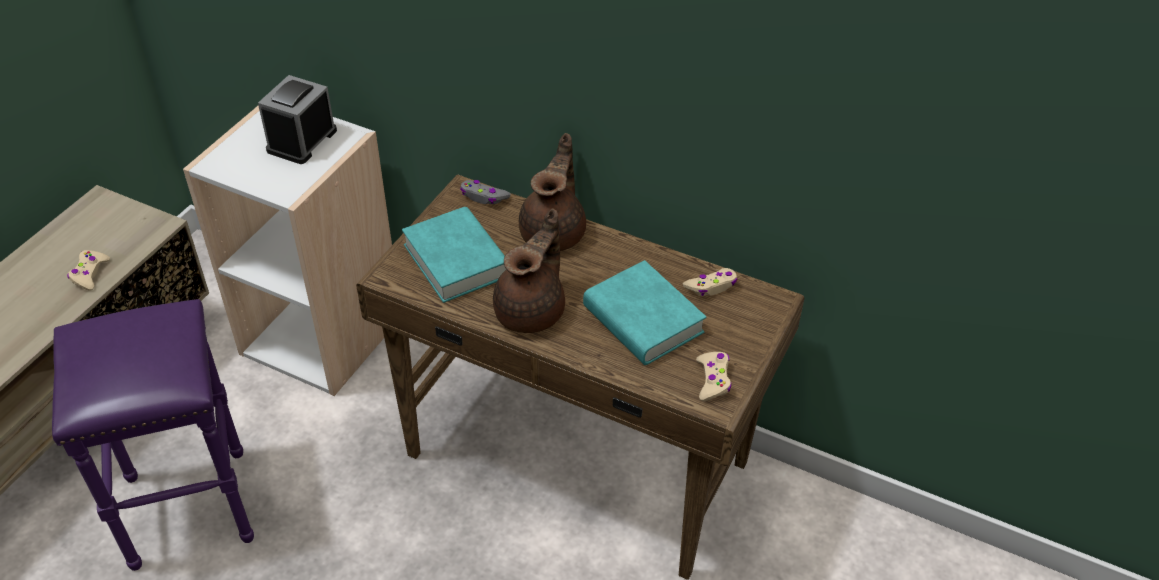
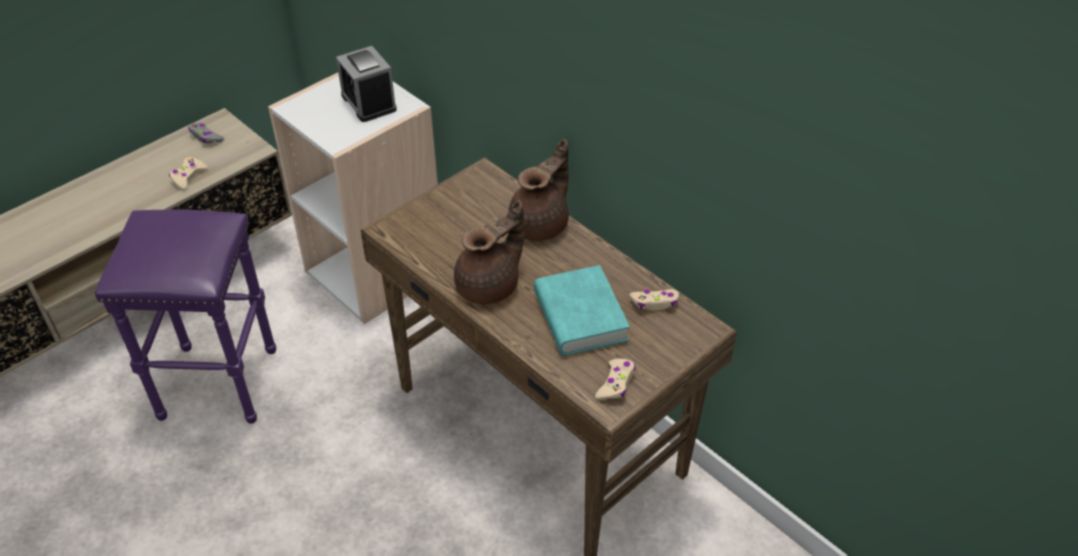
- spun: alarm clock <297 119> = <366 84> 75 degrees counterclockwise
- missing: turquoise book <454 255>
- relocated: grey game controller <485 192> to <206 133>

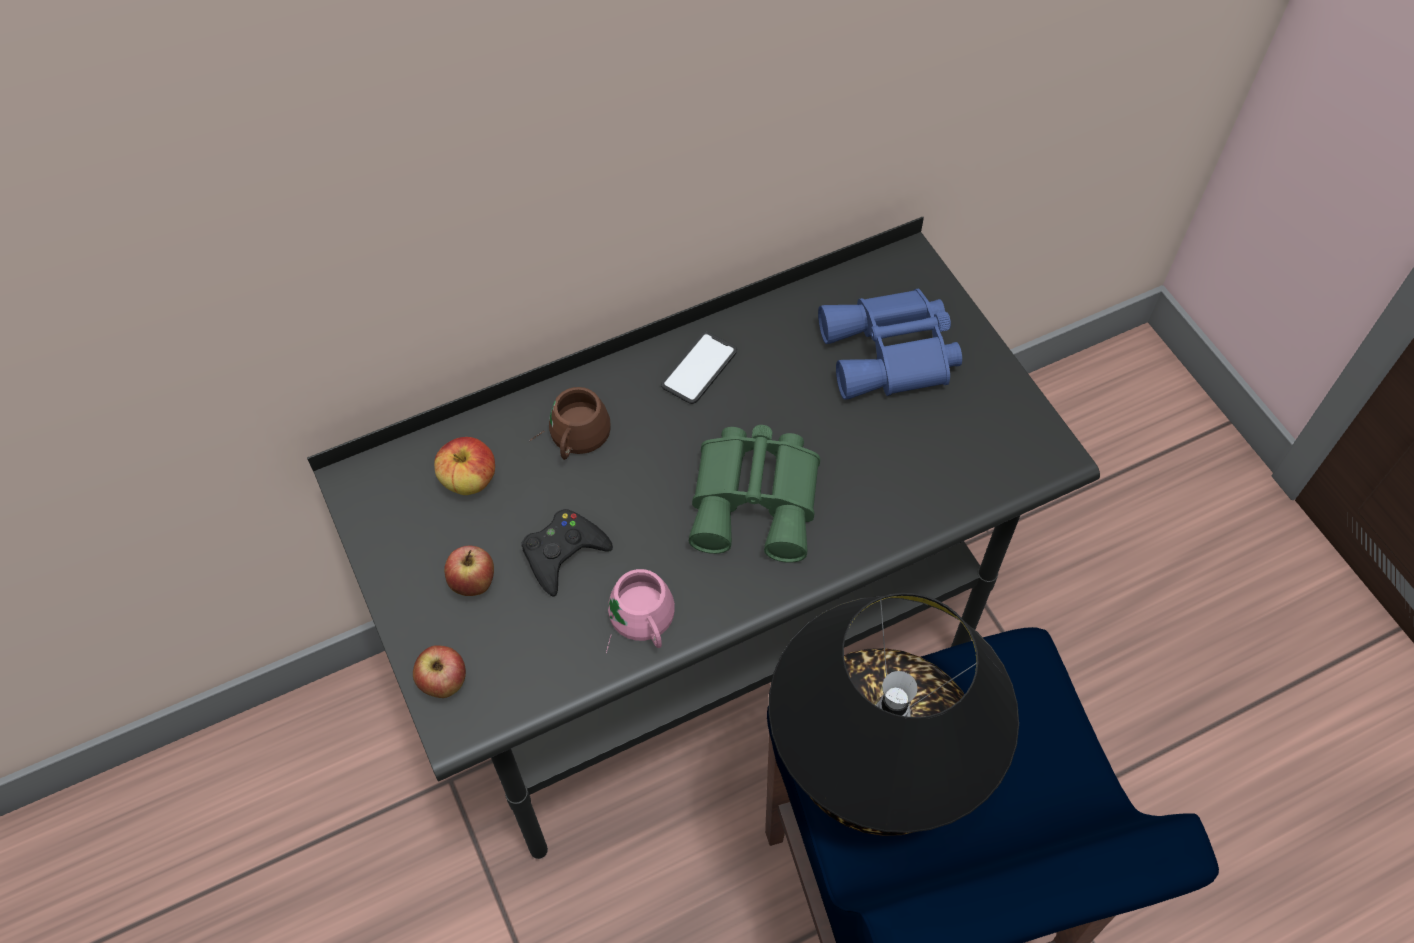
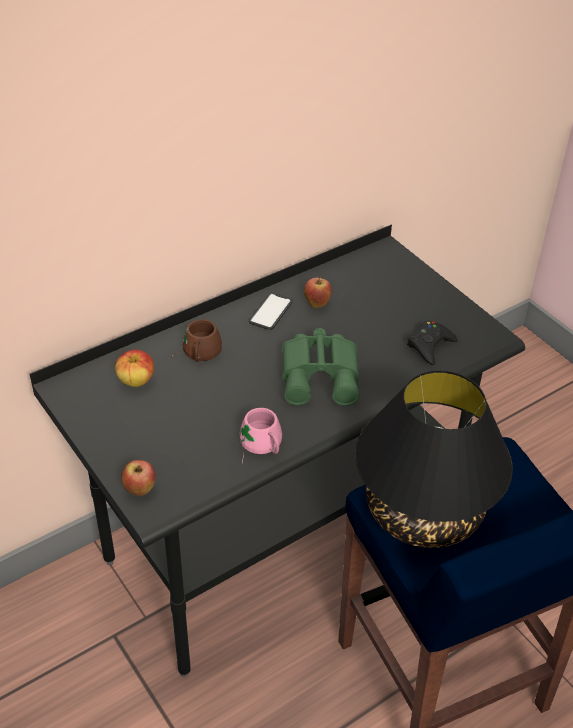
- relocated: apple <469 571> to <318 291>
- relocated: black game controller <567 553> to <432 342>
- missing: blue binoculars <890 344>

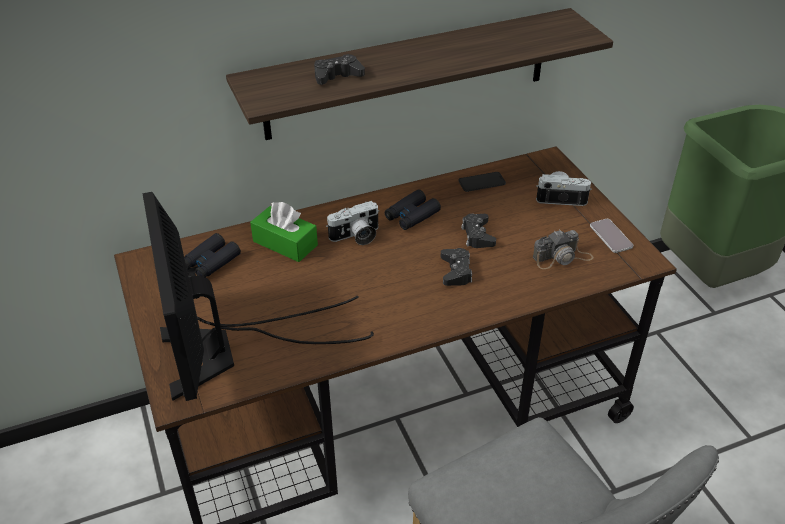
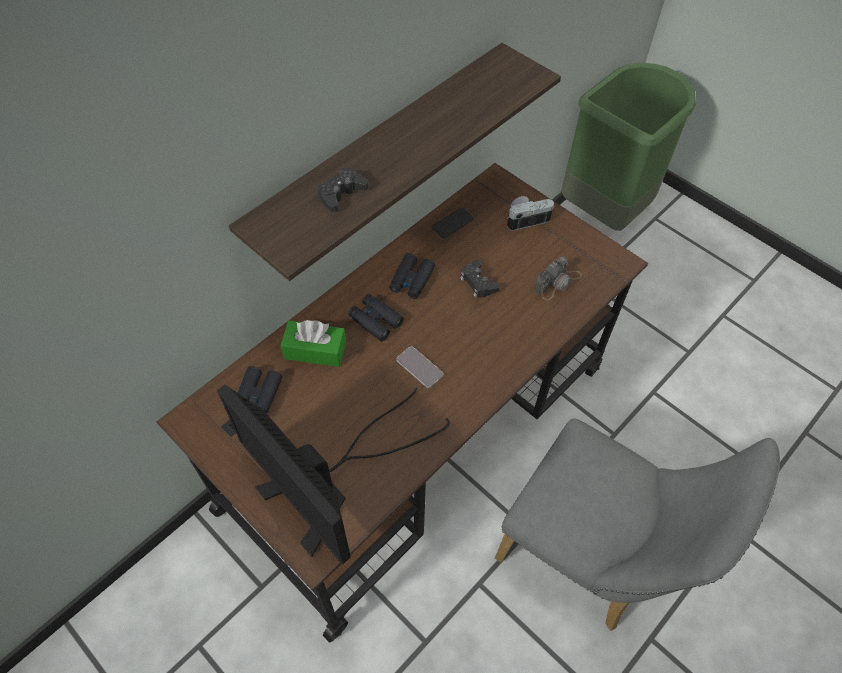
- exchanged: photo camera <352 223> to black binoculars <376 317>
- missing: black game controller <456 267>
- relocated: phone <611 236> to <419 367>

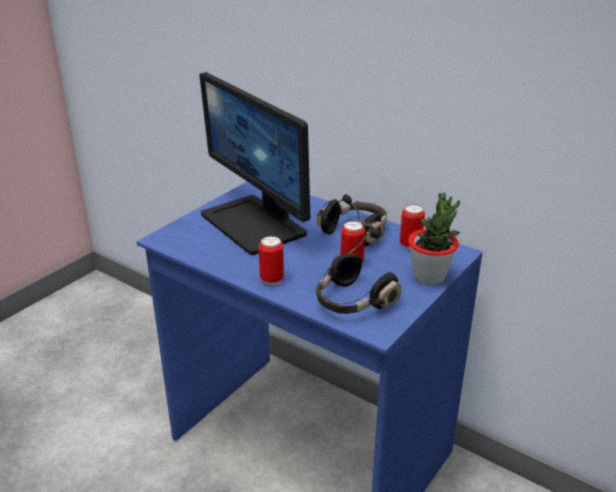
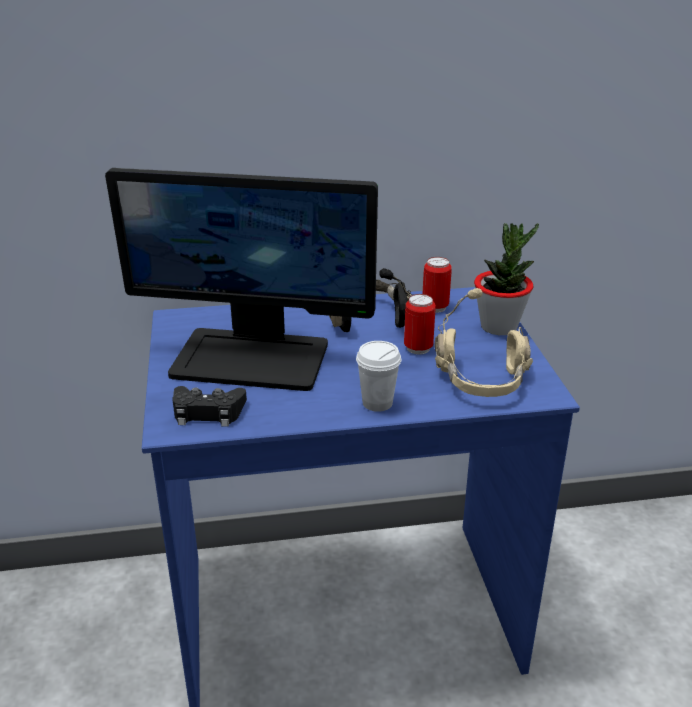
- exchanged: can <271 260> to white cup <378 376>
- colour: black headphones <358 272> to beige headphones <483 342>
- appeared: black game controller <209 406>

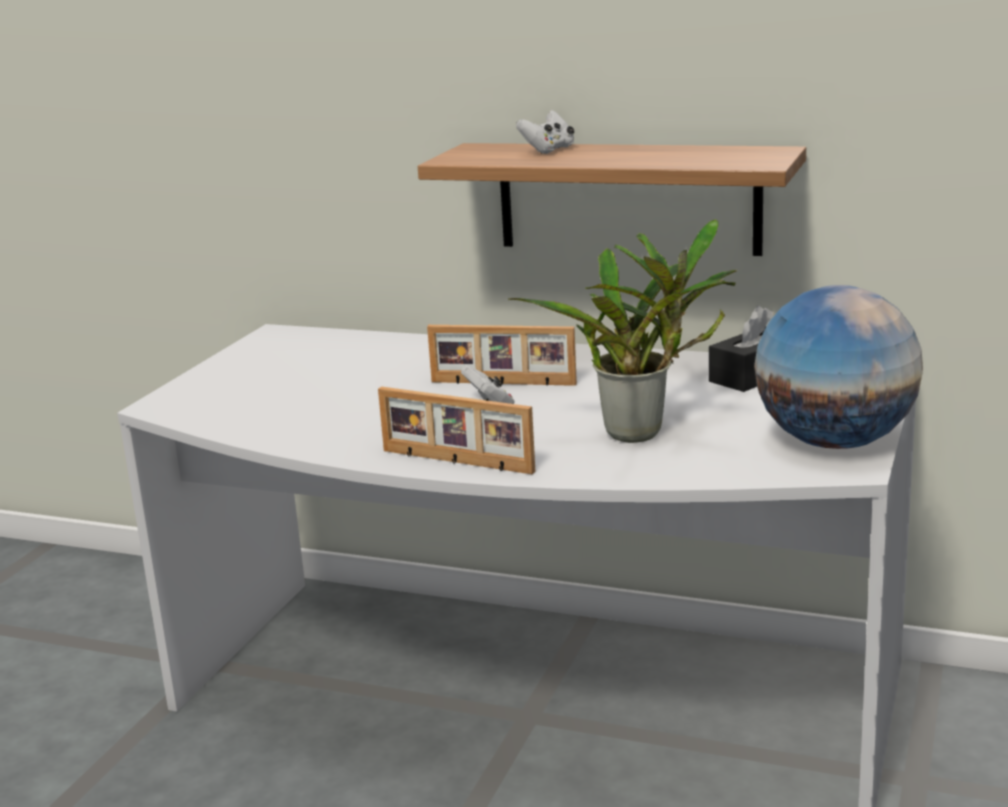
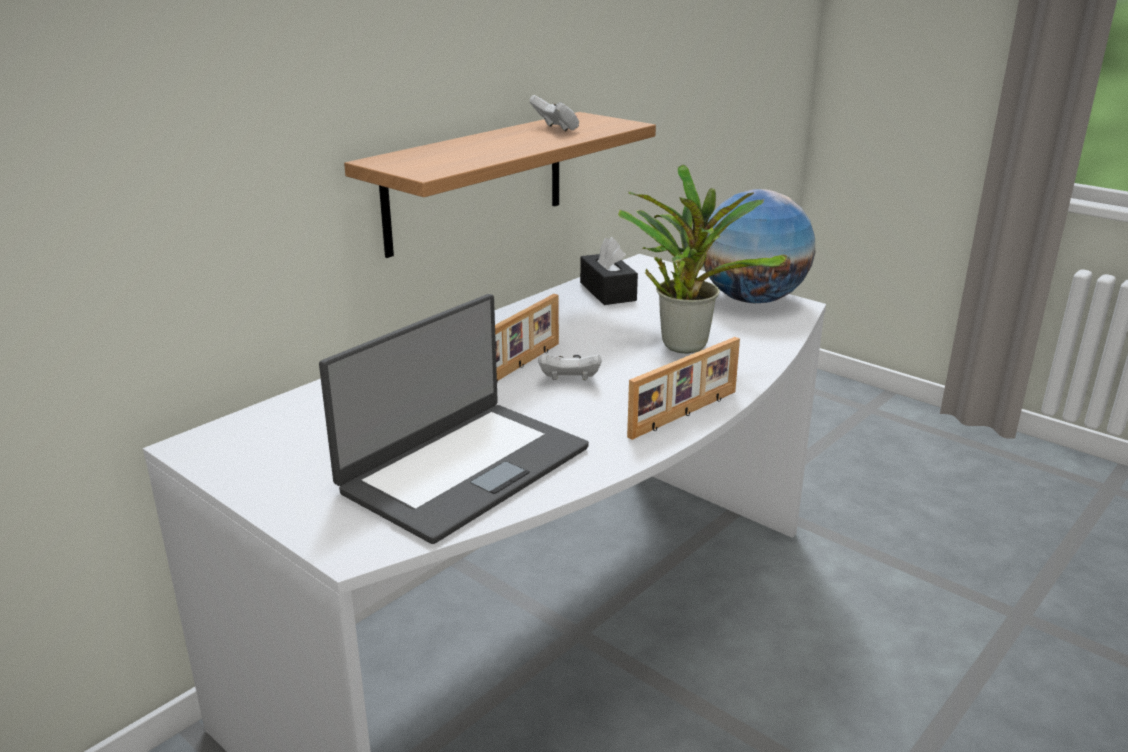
- relocated: white game controller <545 132> to <554 113>
- appeared: laptop <454 419>

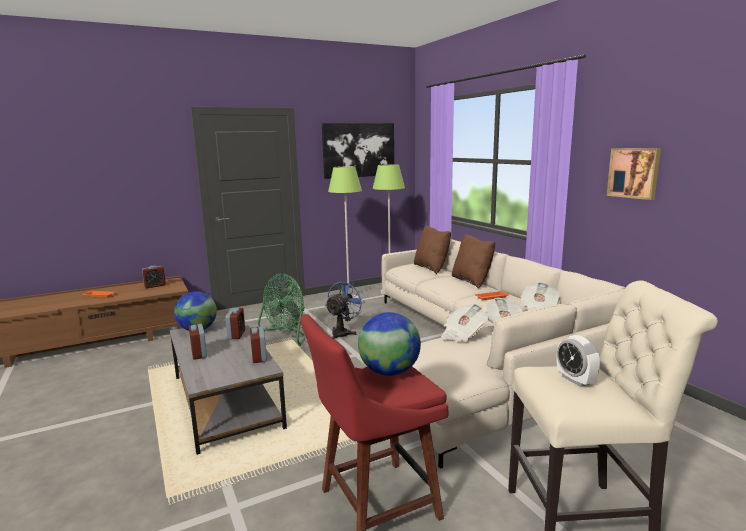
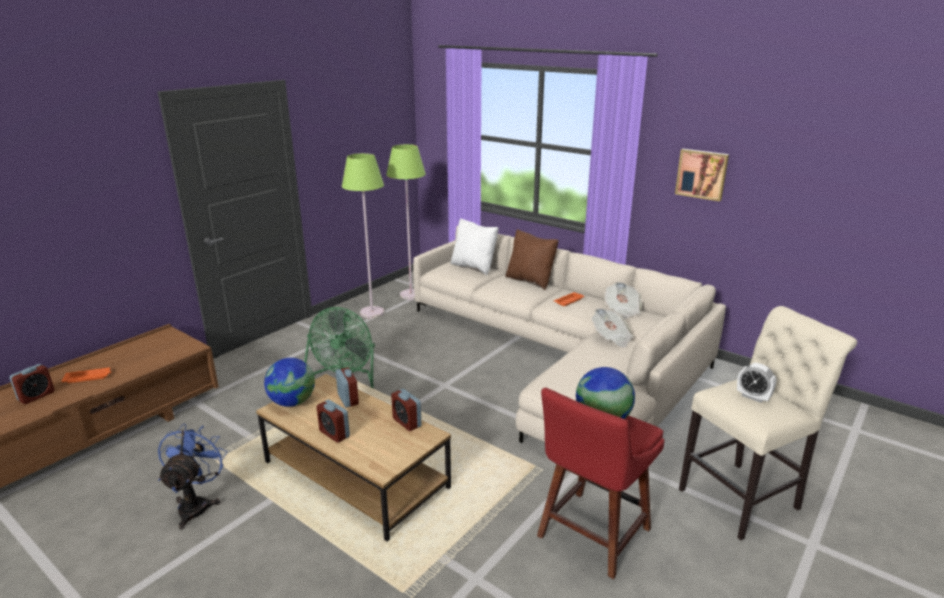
- relocated: alarm clock <154 277> to <32 384>
- colour: grey coffee table <228 387> to brown coffee table <353 457>
- missing: picture <358 151>
- relocated: blue fan <345 309> to <192 477>
- colour: brown pillow <432 249> to white pillow <474 246>
- missing: newspaper <464 323>

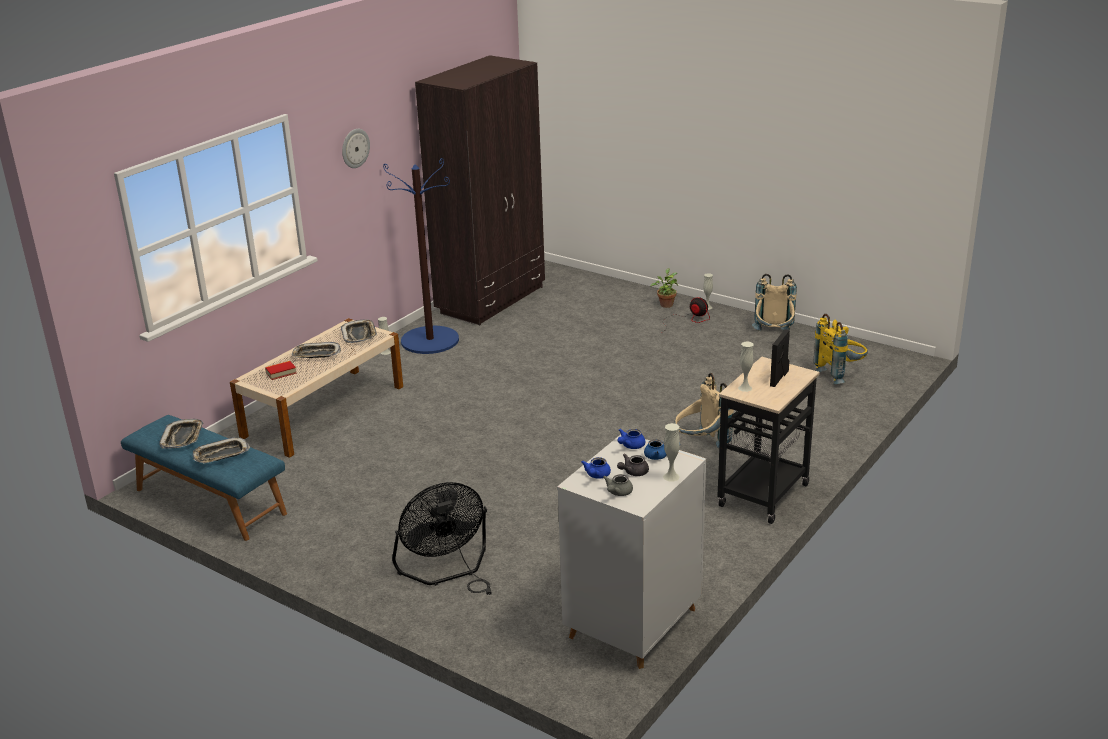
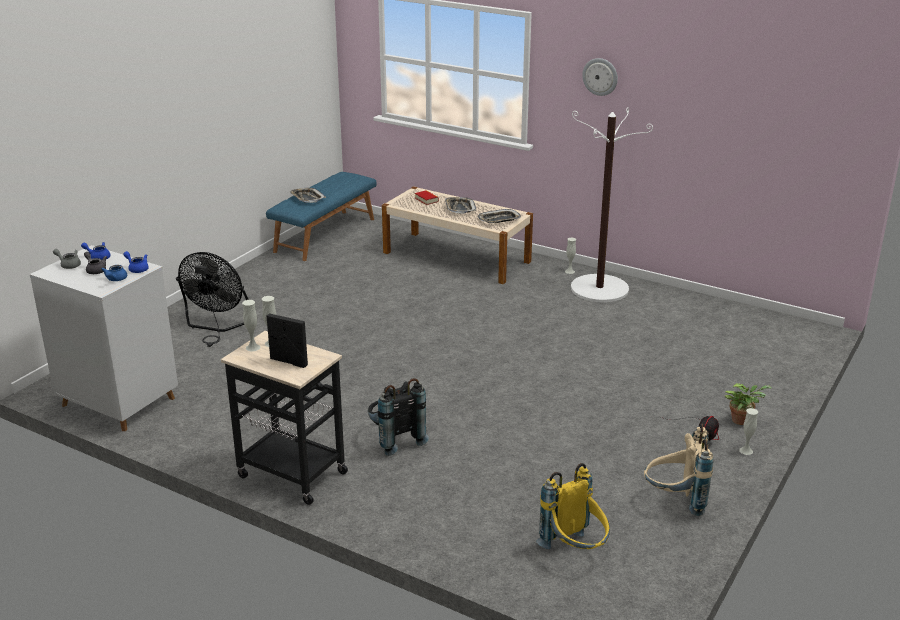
- missing: tray <181 434>
- colour: blue clothes rack <421 256> to white clothes rack <612 204>
- spun: black fan <442 538> = <212 299> 45 degrees counterclockwise
- missing: brown wardrobe <480 190>
- relocated: white vase <671 452> to <251 325>
- colour: beige backpack <704 410> to black backpack <398 417>

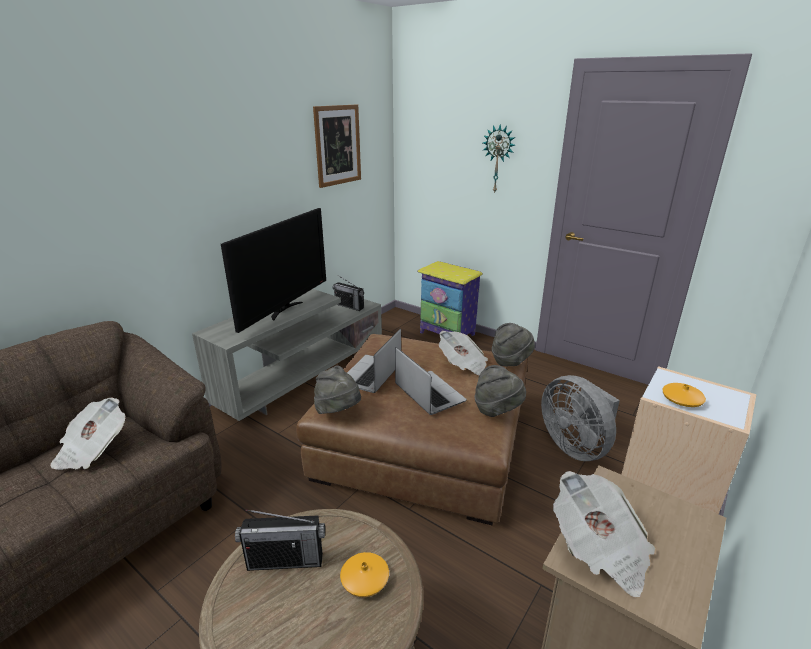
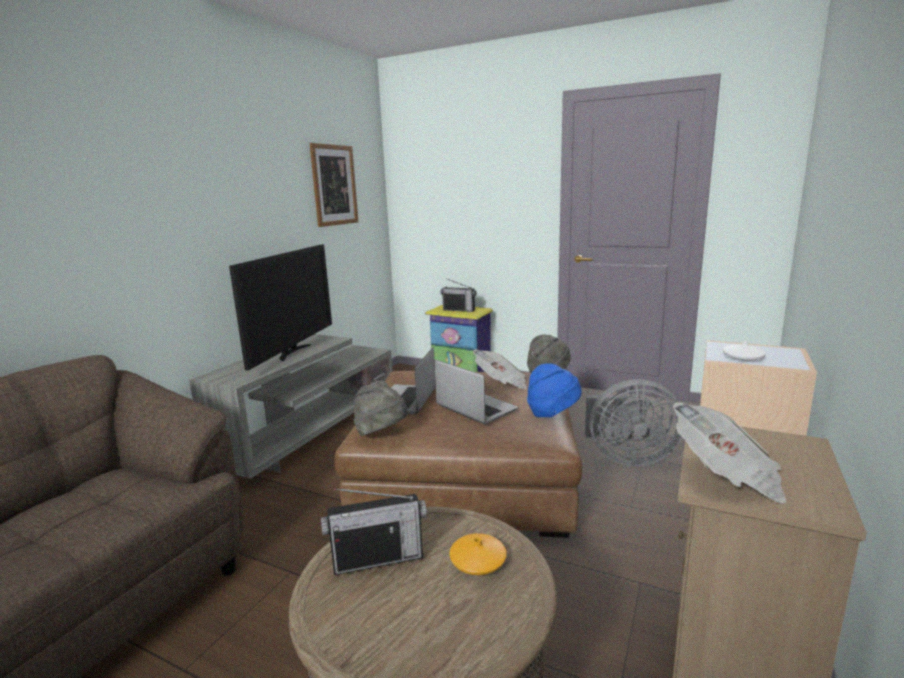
- missing: newspaper <87 434>
- relocated: radio <348 293> to <458 295>
- colour: grey hat <500 391> to blue hat <554 390>
- missing: wall clock <499 159>
- spun: grey fan <580 418> = <633 422> 45 degrees counterclockwise
- colour: orange vase <684 395> to white vase <744 351>

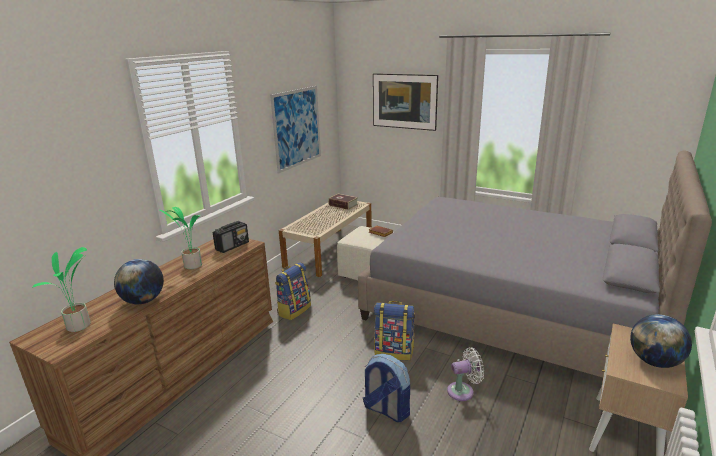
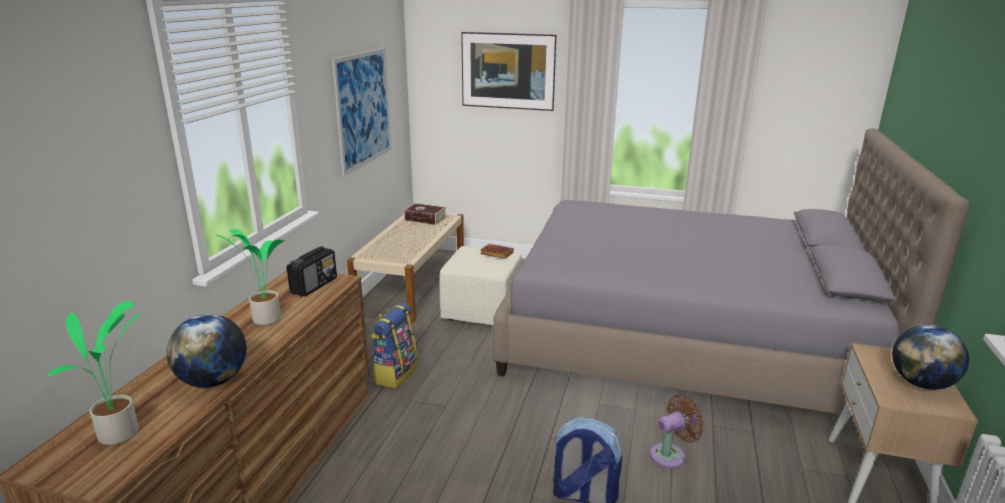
- missing: backpack <394 330>
- colour: white fan <465 374> to brown fan <677 431>

